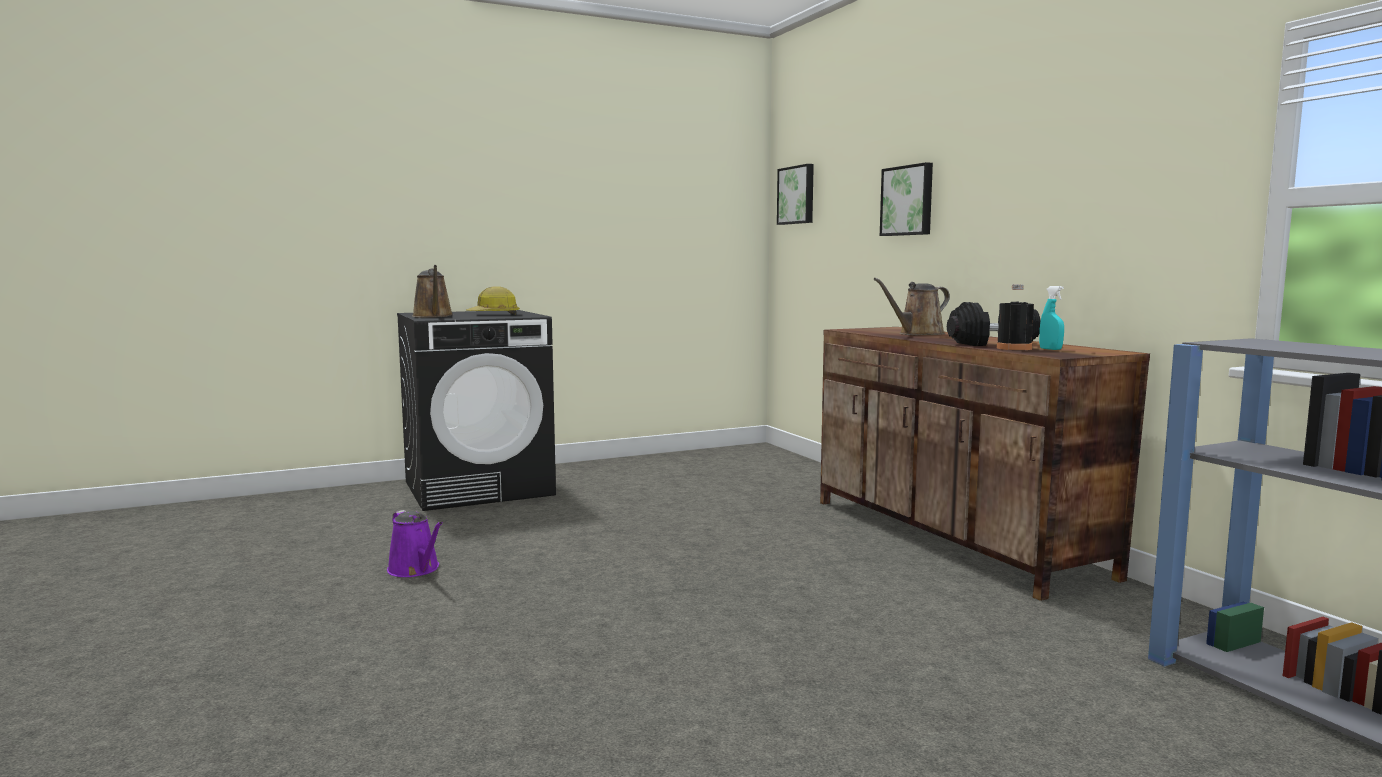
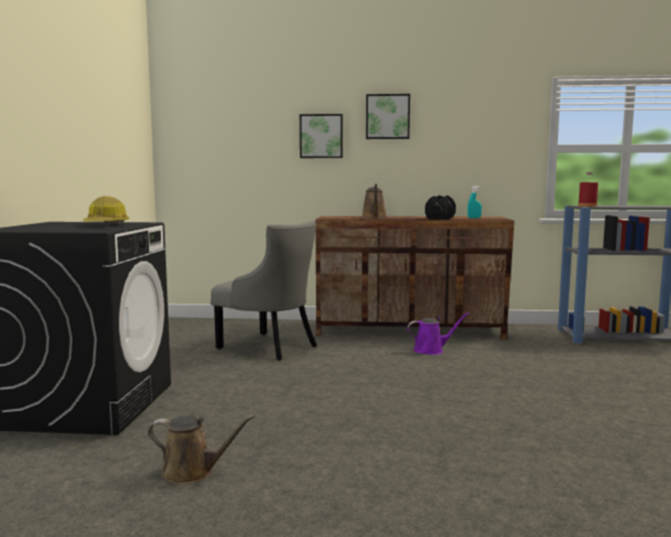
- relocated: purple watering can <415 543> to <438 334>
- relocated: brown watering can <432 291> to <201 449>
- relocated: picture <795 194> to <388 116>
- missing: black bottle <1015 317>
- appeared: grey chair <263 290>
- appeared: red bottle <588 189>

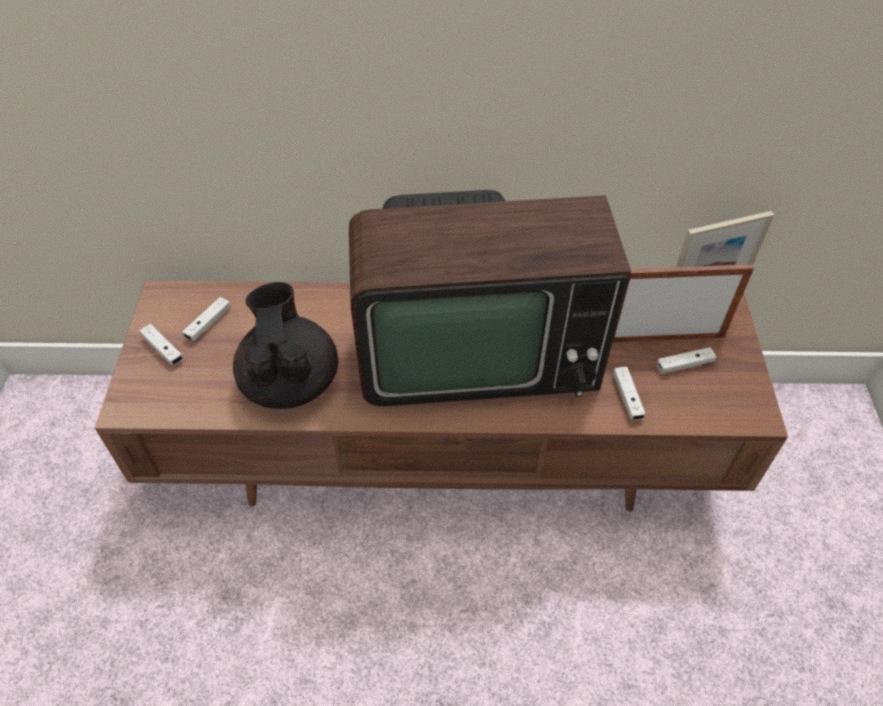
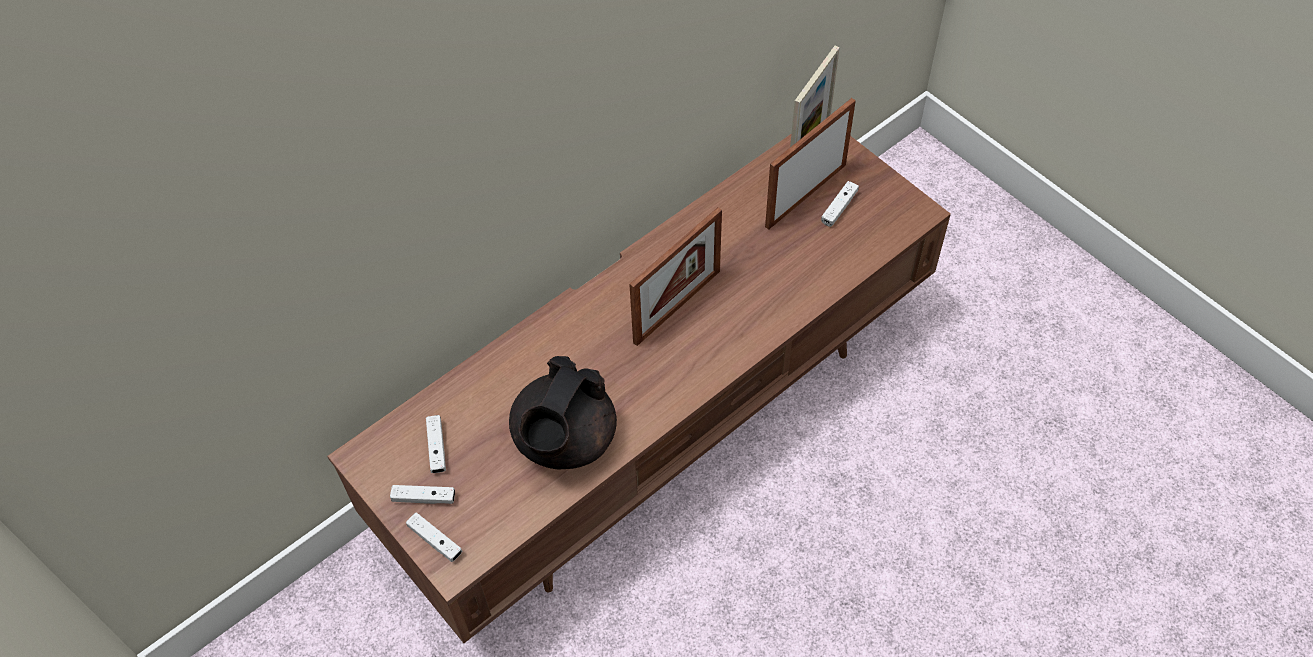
- spun: black teapot <285 345> = <563 413> 105 degrees counterclockwise
- exchanged: television <490 298> to picture frame <675 276>
- relocated: white game controller <629 393> to <434 537>

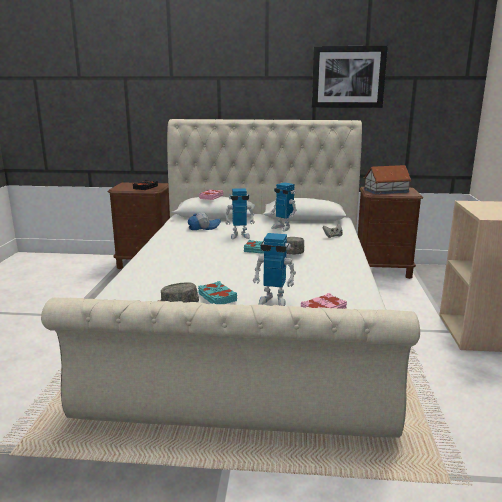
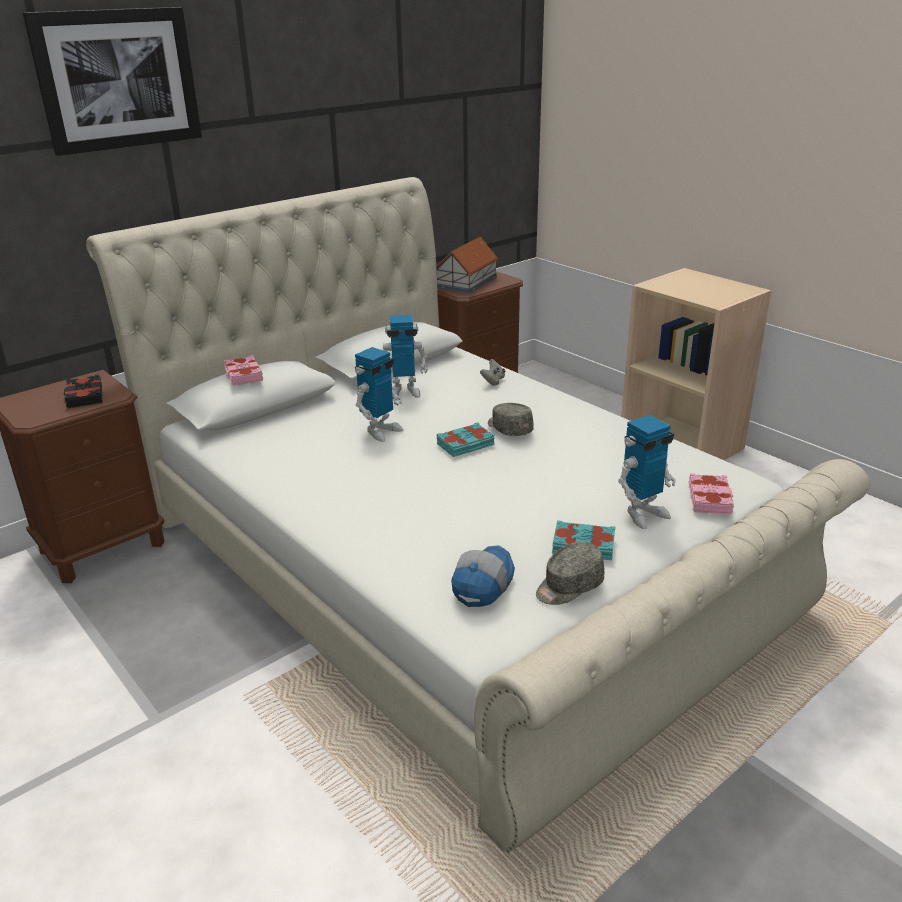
- relocated: cap <204 221> to <483 576>
- relocated: picture <350 77> to <112 81>

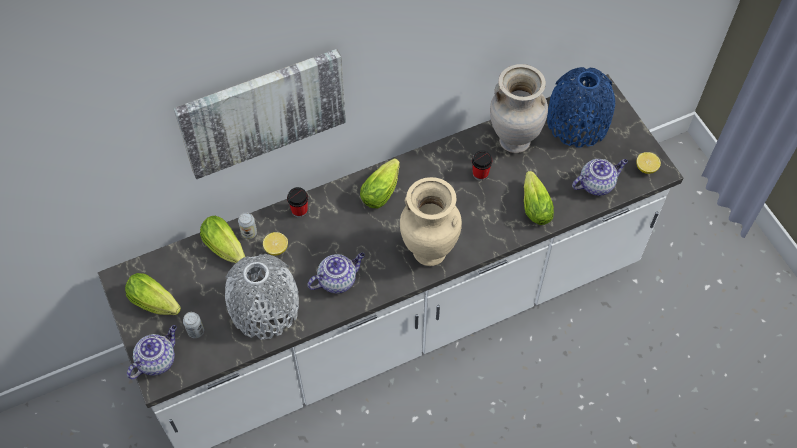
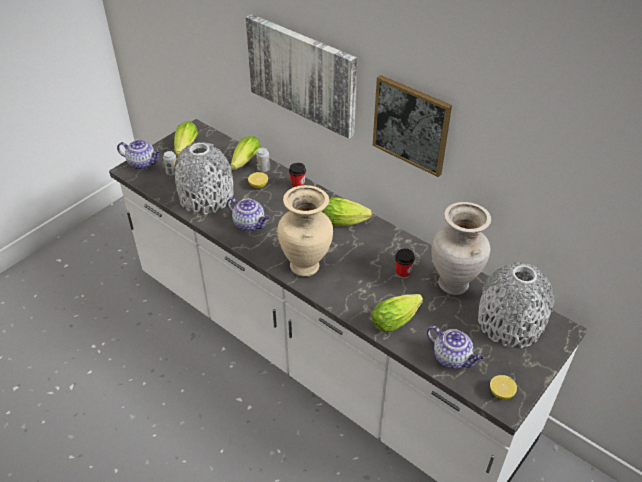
- colour: blue vase <581 107> to grey vase <516 305>
- appeared: picture <412 126>

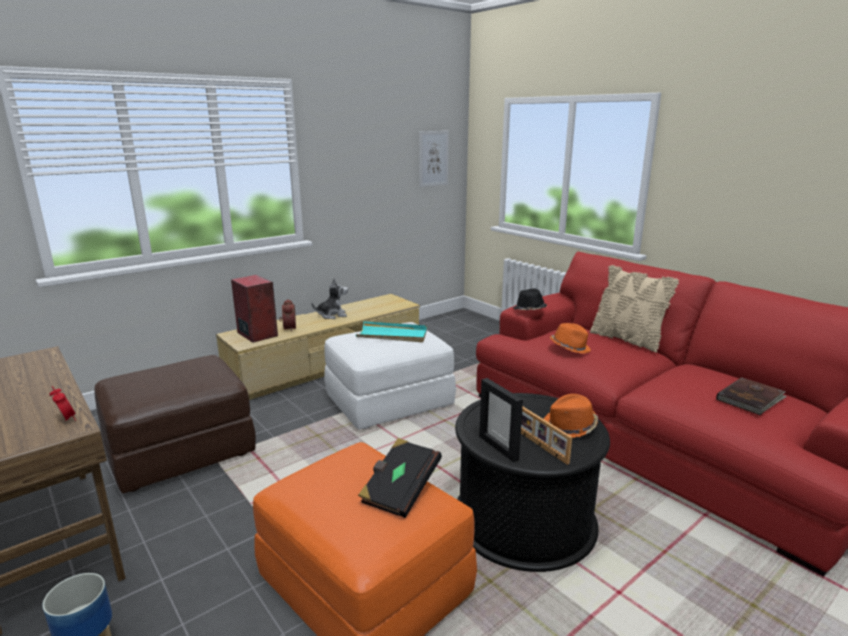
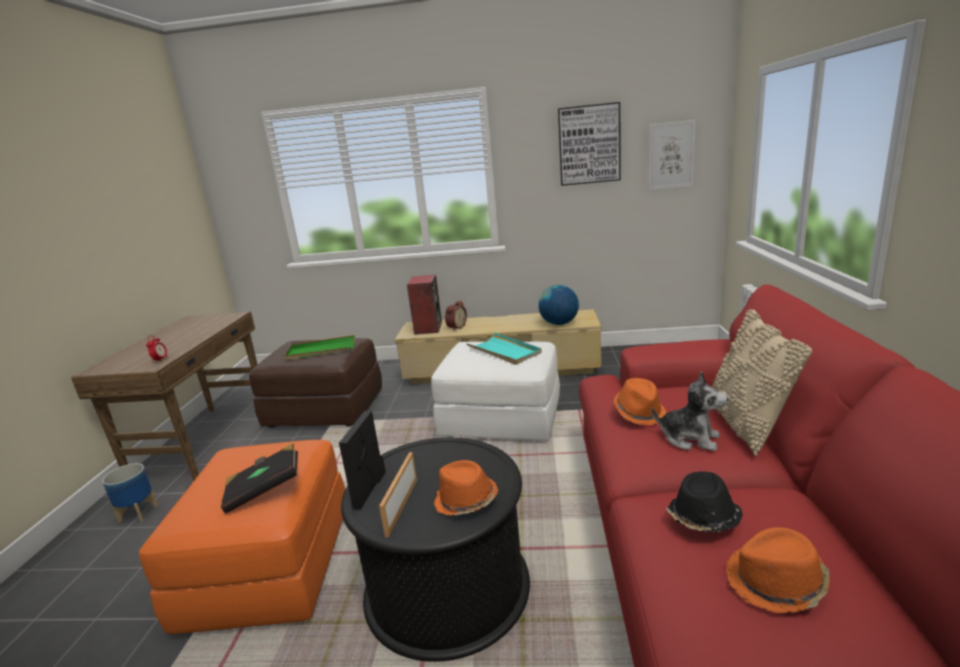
- relocated: plush toy <329 298> to <689 411>
- relocated: black hat <530 299> to <704 501>
- exchanged: brown book <751 396> to orange hat <778 570>
- appeared: green tray <319 347>
- appeared: globe <558 305>
- appeared: picture <589 144>

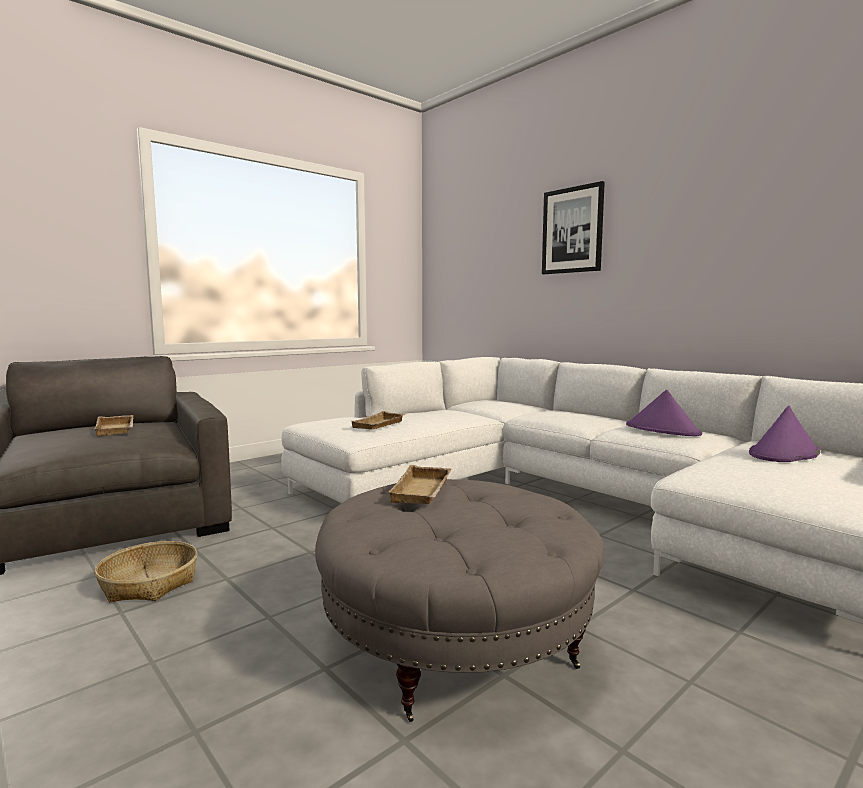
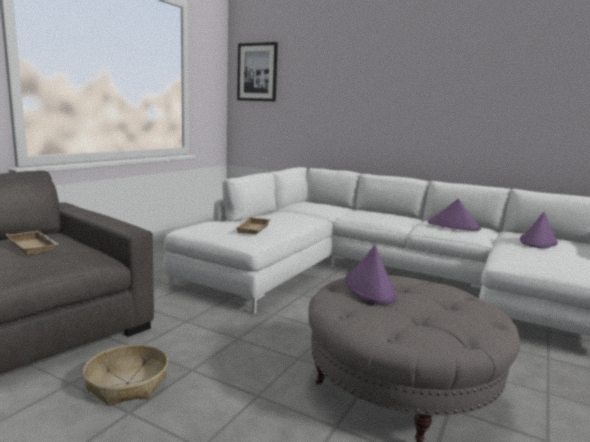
- exchanged: beige tray <419 484> to purple hat <371 274>
- relocated: picture <573 227> to <257 72>

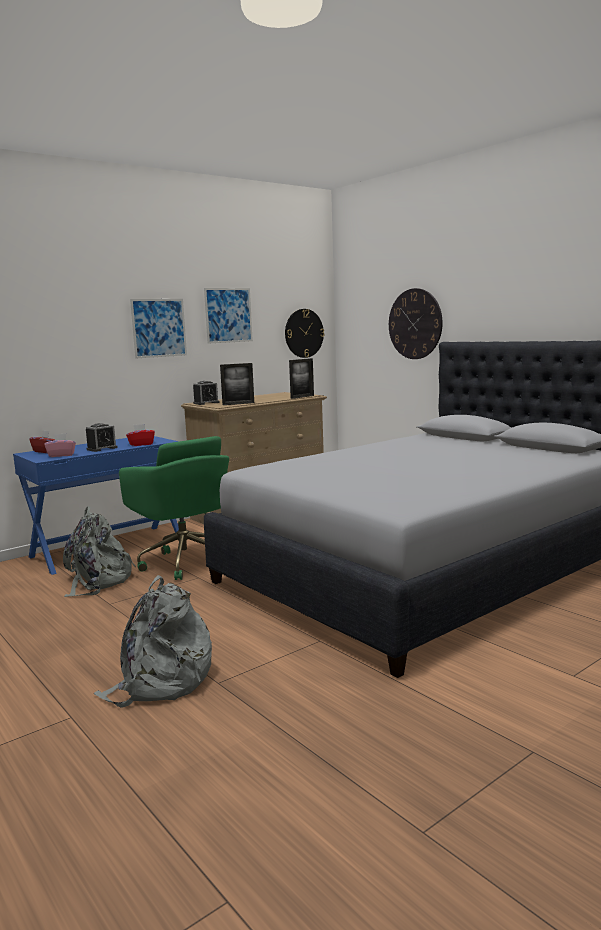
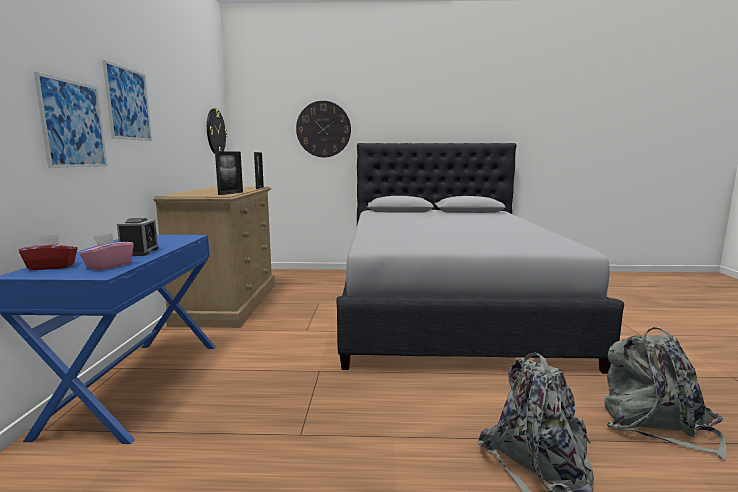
- relocated: grey backpack <99 551> to <665 393>
- missing: green office chair <174 508>
- missing: red tissue box <140 435>
- missing: alarm clock <206 393>
- relocated: picture <228 316> to <70 120>

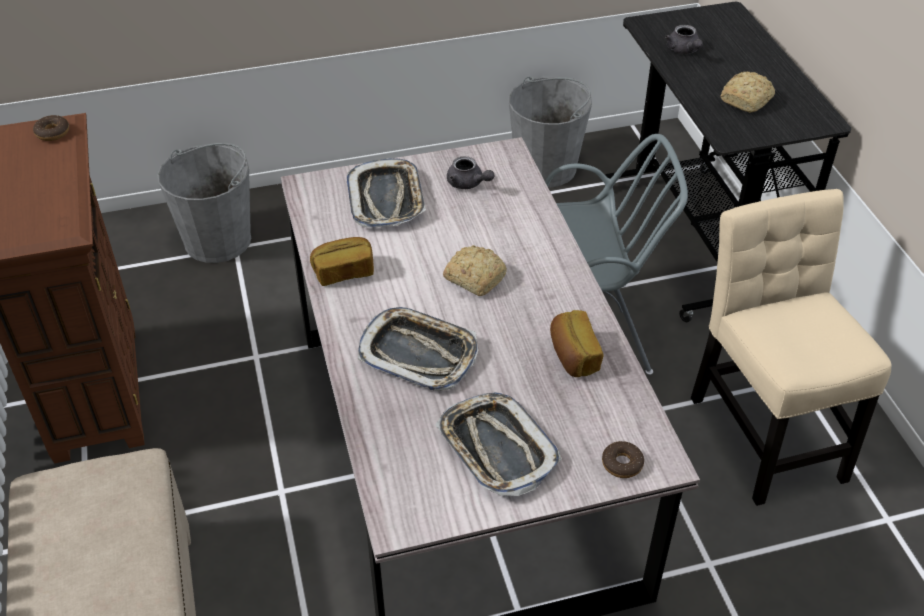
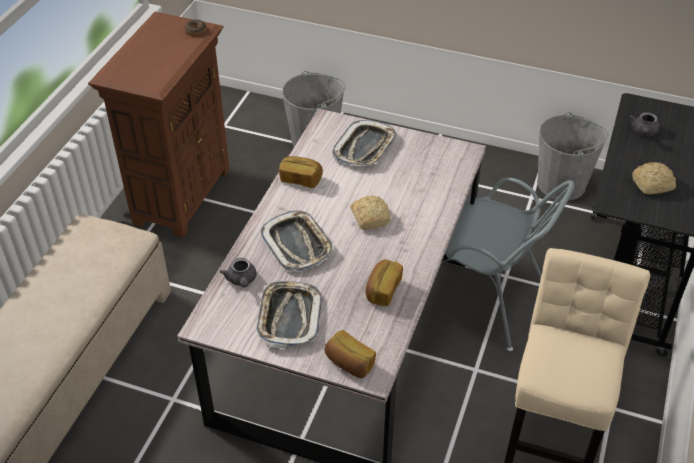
- relocated: grey teapot <471 172> to <238 272>
- exchanged: donut <623 459> to bread <350 354>

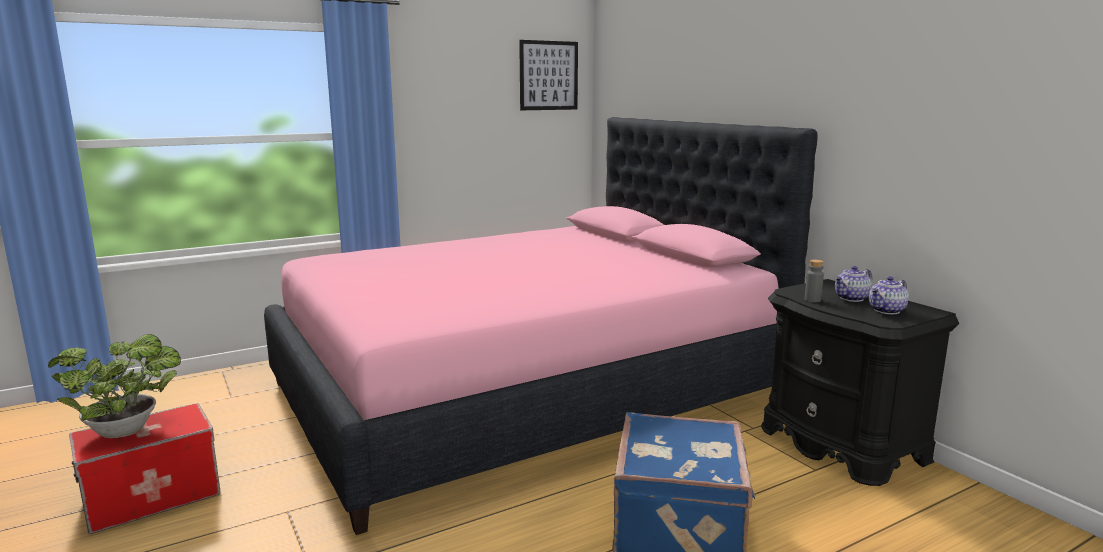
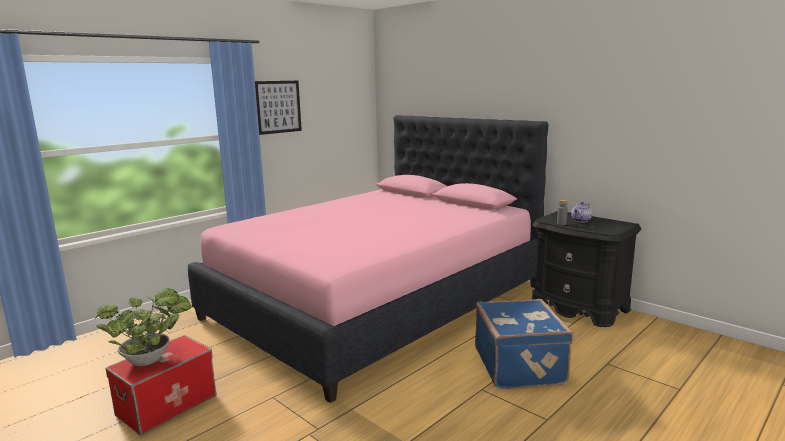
- relocated: picture <548 75> to <278 108>
- missing: teapot <889 295>

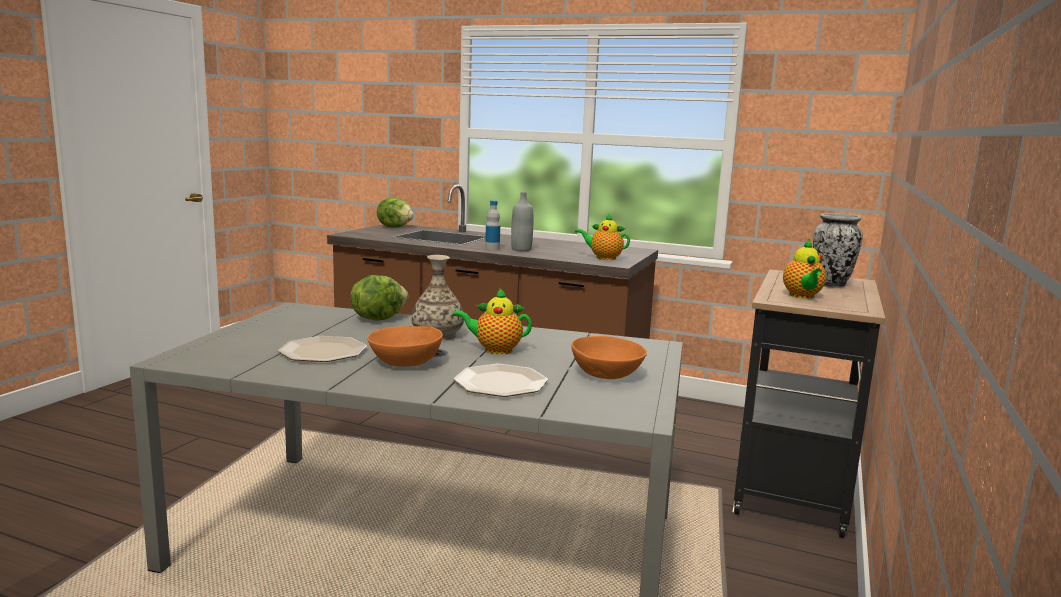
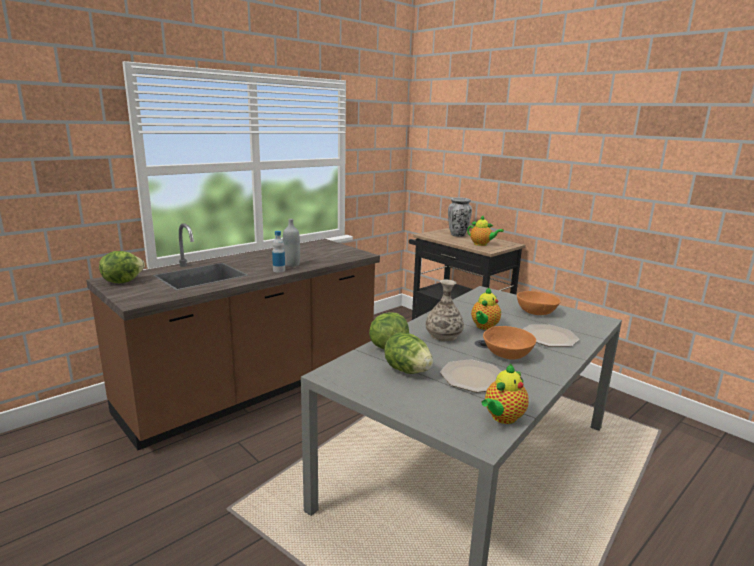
- relocated: teapot <602 236> to <505 394>
- appeared: lettuce <408 353>

